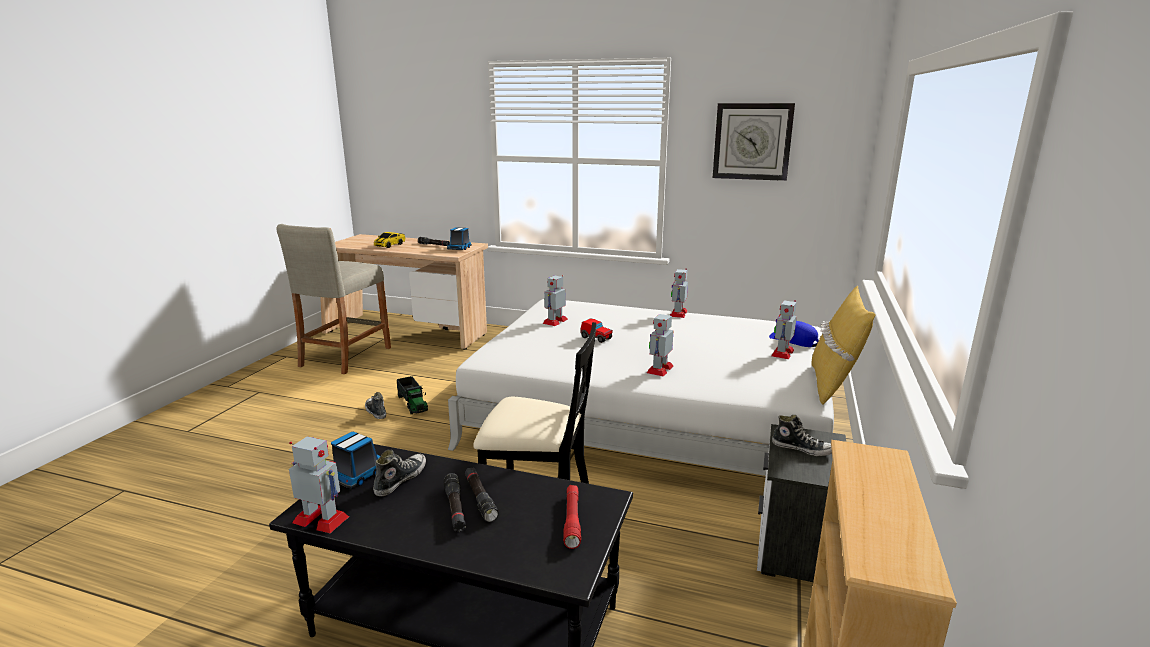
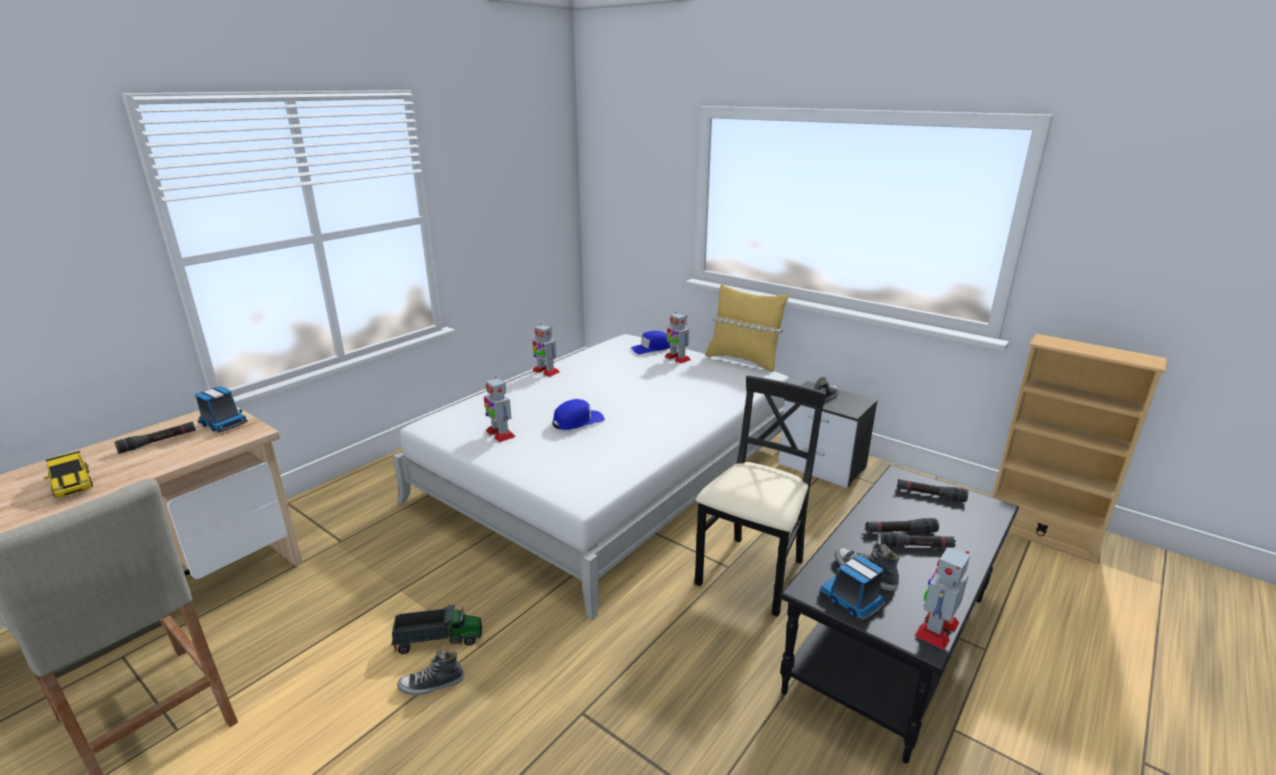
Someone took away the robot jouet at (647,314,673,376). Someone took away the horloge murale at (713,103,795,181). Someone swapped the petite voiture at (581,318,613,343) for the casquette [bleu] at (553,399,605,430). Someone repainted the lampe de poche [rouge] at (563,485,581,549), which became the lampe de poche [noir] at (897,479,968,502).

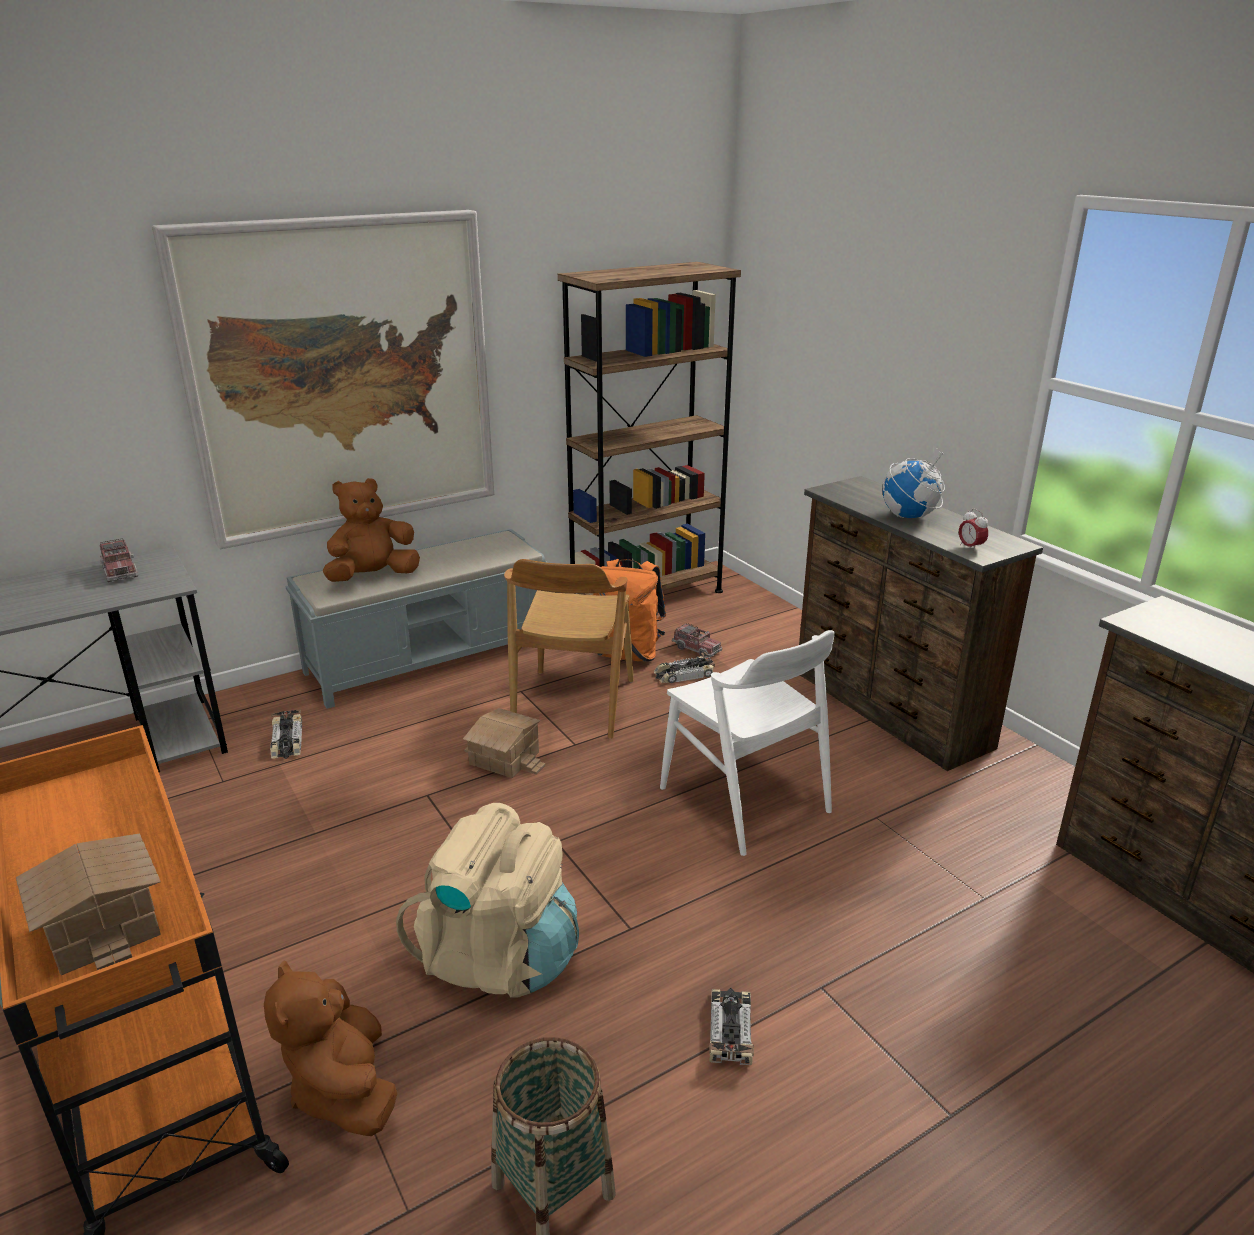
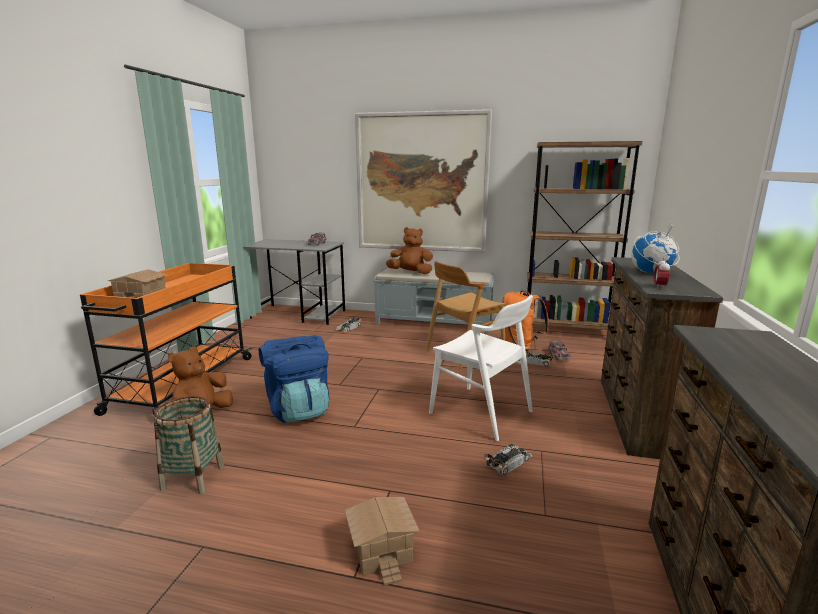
Someone carried the maison miniature from (463,708,545,778) to (345,497,419,586). Someone carried the petite voiture from (709,988,754,1065) to (484,444,533,475). Someone repainted the sac à dos [beige] at (396,803,579,998), which became the sac à dos [bleu] at (259,335,330,423). Someone rotated the chaise [blanc] at (660,630,835,856) by 60 degrees counterclockwise.

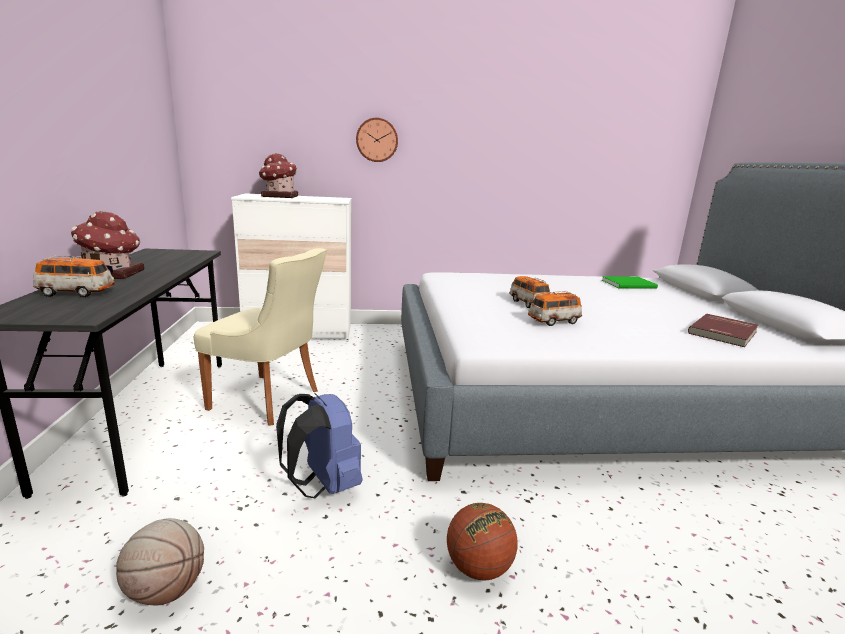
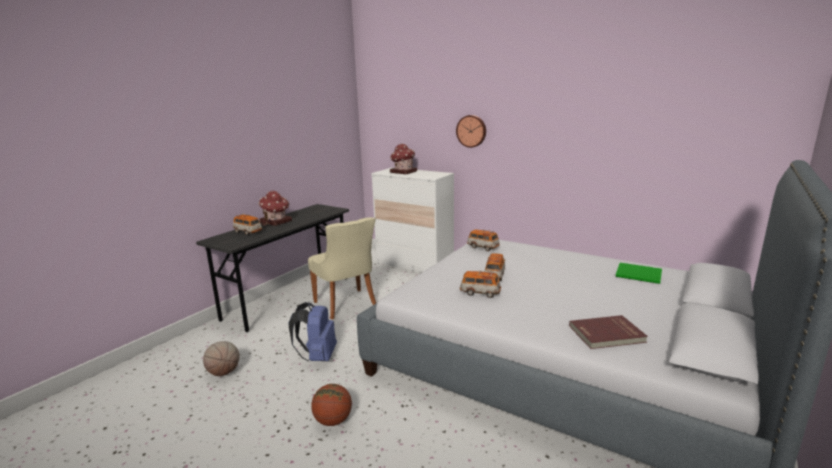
Someone put down the petite voiture at (467,229,500,251).

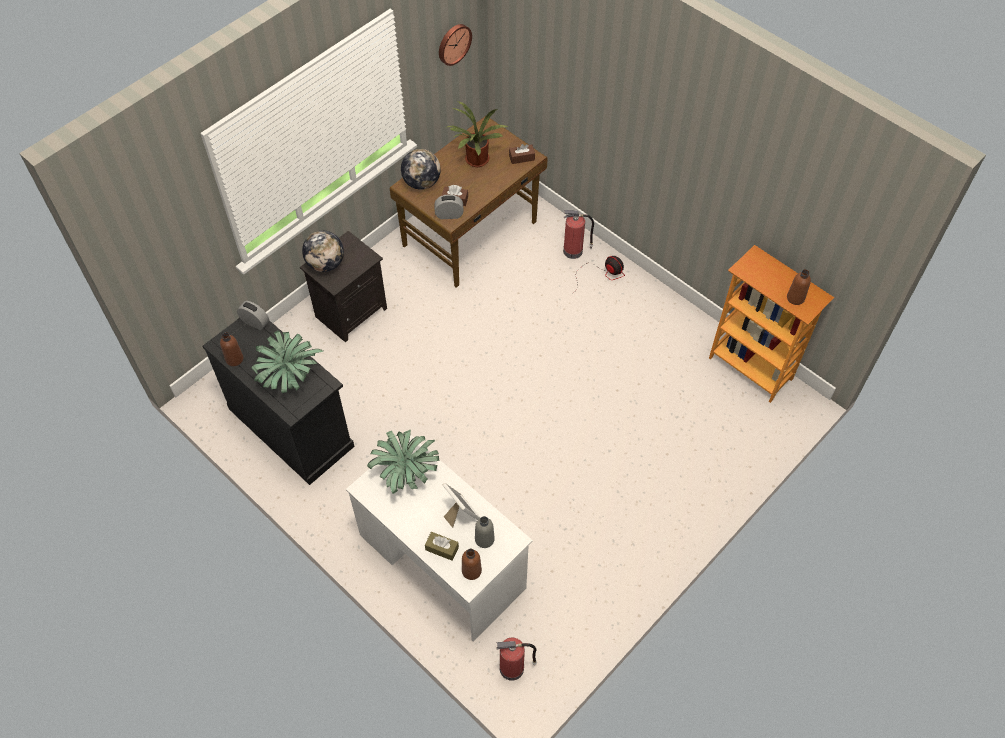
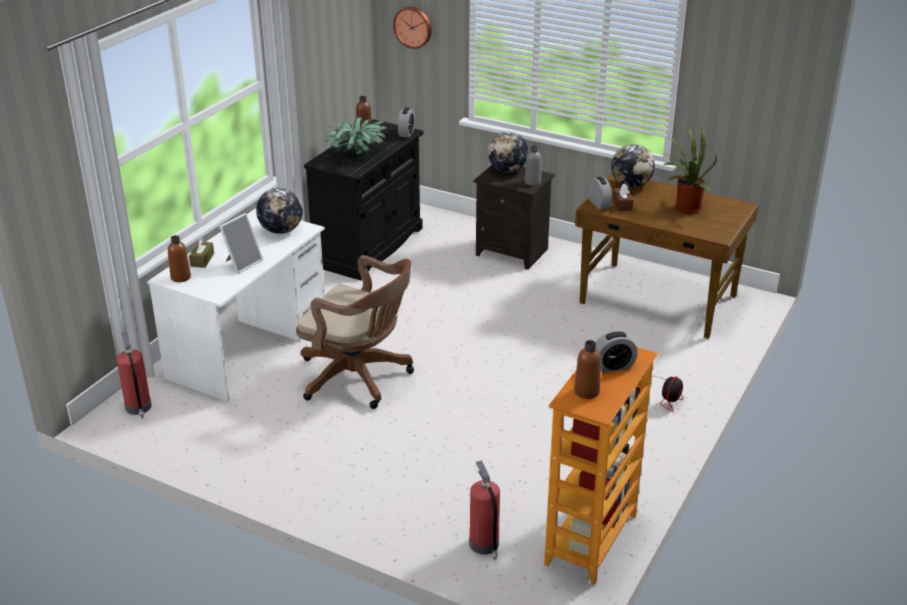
Someone took away the boîte à mouchoirs [marron] at (509,144,535,164). Someone put down the chaise de bureau [marron] at (296,255,414,409). Someone put down the réveil at (596,331,638,373). Someone carried the horloge murale from (439,24,472,66) to (393,7,432,49). Someone carried the bouteille [gris] from (475,516,495,548) to (524,145,541,186). Someone carried the extincteur from (563,210,594,259) to (469,460,500,561). Someone swapped the plante en pot at (367,430,440,494) for the globe at (256,187,303,234).

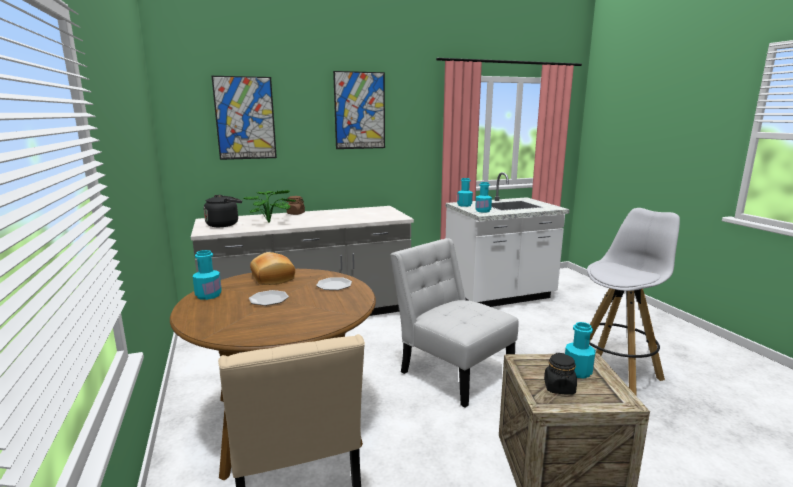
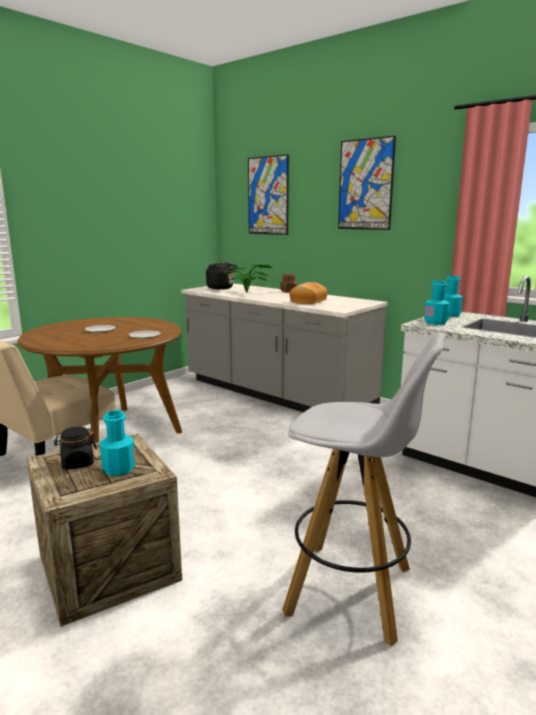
Someone took away the bouteille [turquoise] at (193,250,222,300). Someone took away the chaise [blanc] at (390,238,518,407). Someone carried the pain from (250,252,295,285) to (290,282,328,304).

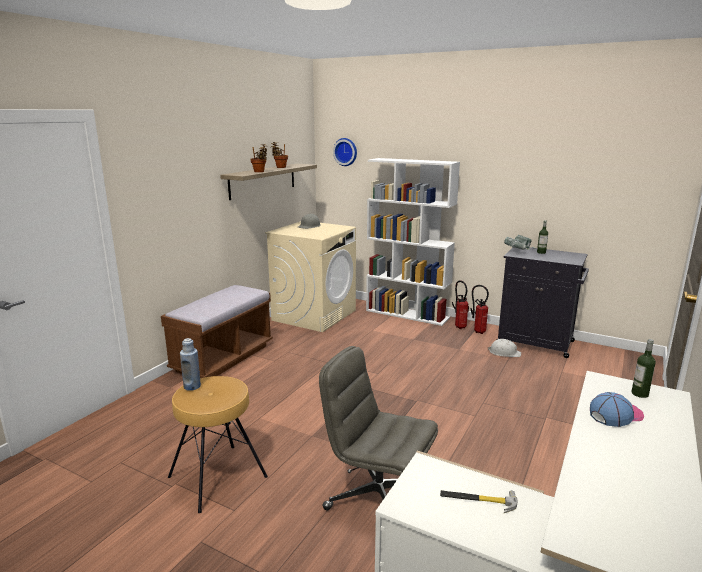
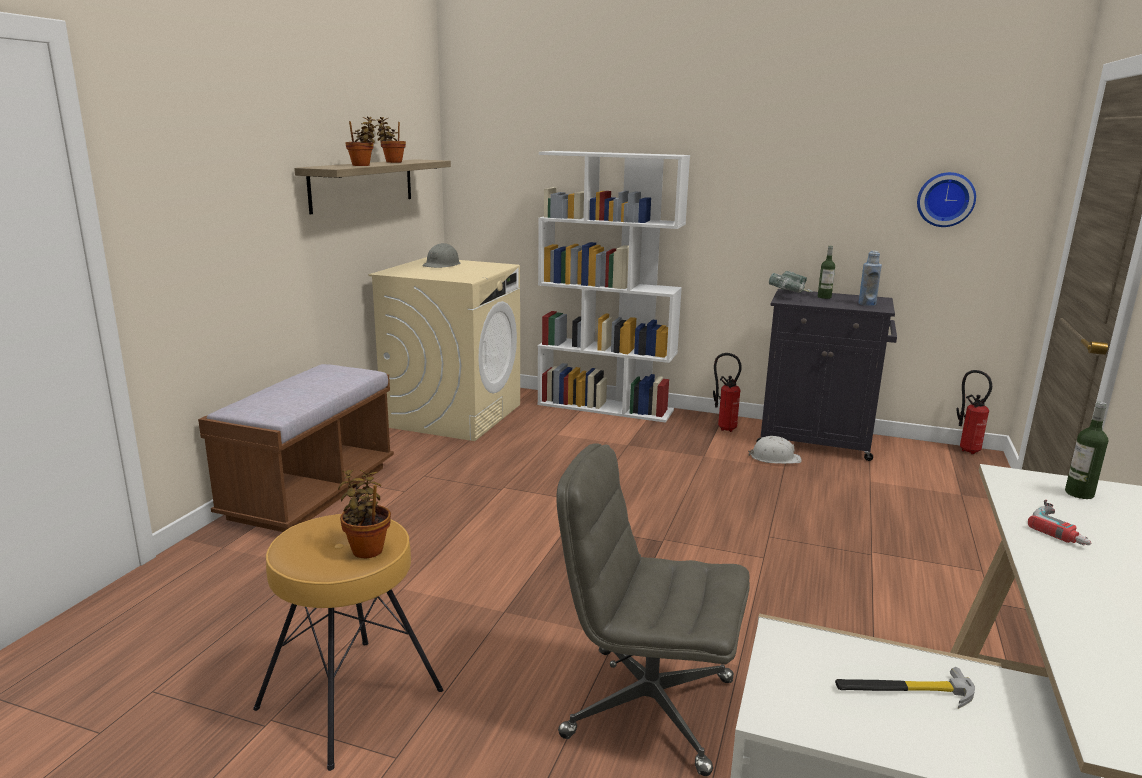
Someone put down the plante en pot at (338,470,391,558). Someone carried the bouteille [bleu] from (180,338,201,391) to (858,251,882,306). Someone carried the horloge murale from (333,138,357,166) to (917,172,976,227). Someone carried the extincteur from (452,280,469,329) to (957,370,992,454). Someone swapped the casquette at (590,392,644,427) for the perceuse at (1028,500,1091,545).

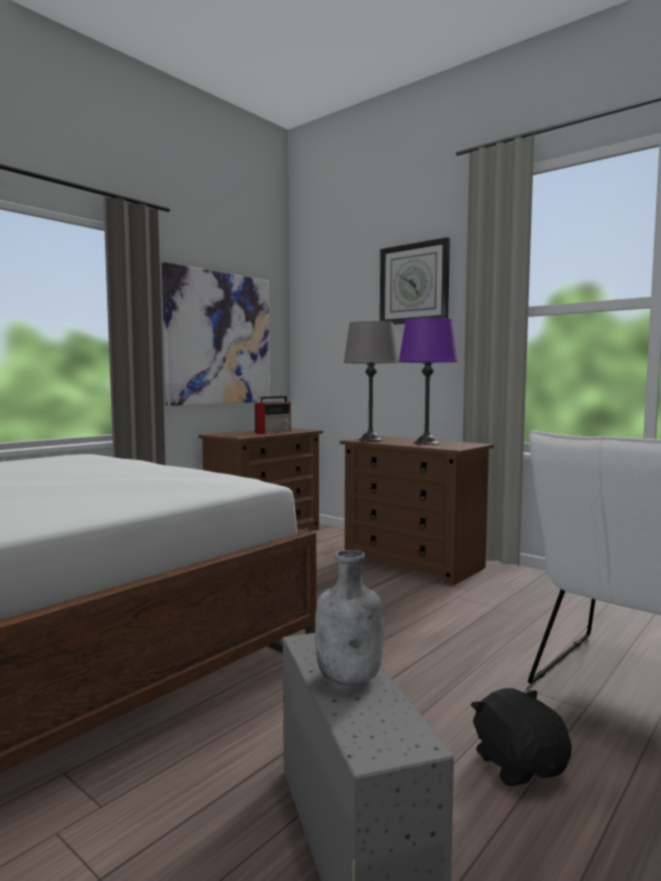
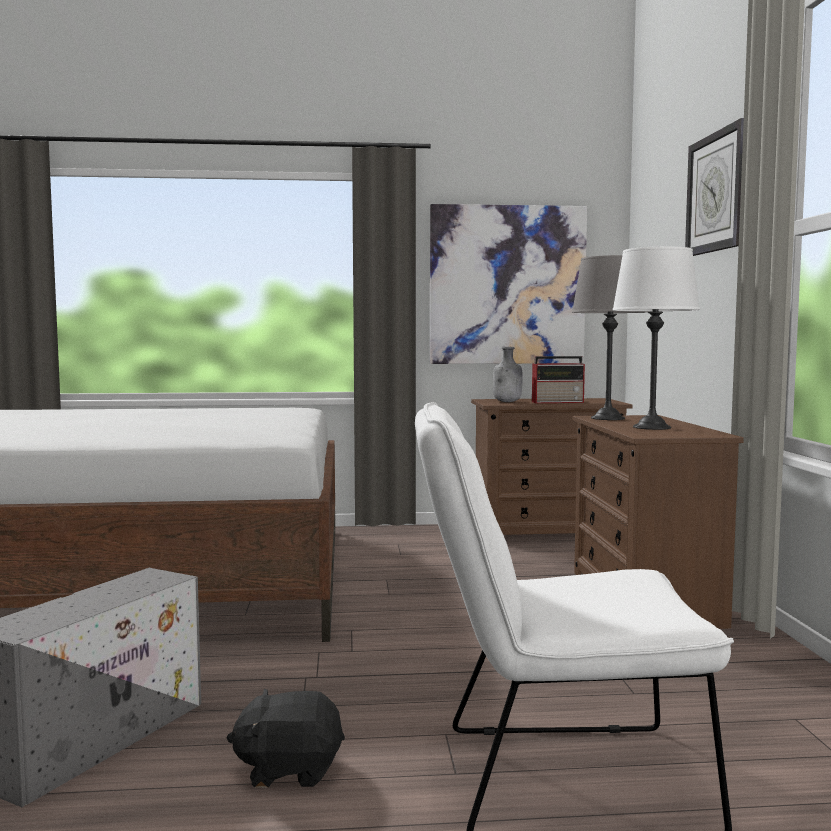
Someone carried the bouteille [gris] from (315,550,384,685) to (493,347,523,402). Someone repainted the lampe de table [violet] at (399,318,458,445), which became the lampe de table [blanc] at (612,247,700,430). Someone rotated the peluche [noir] at (471,688,572,786) by 120 degrees counterclockwise.

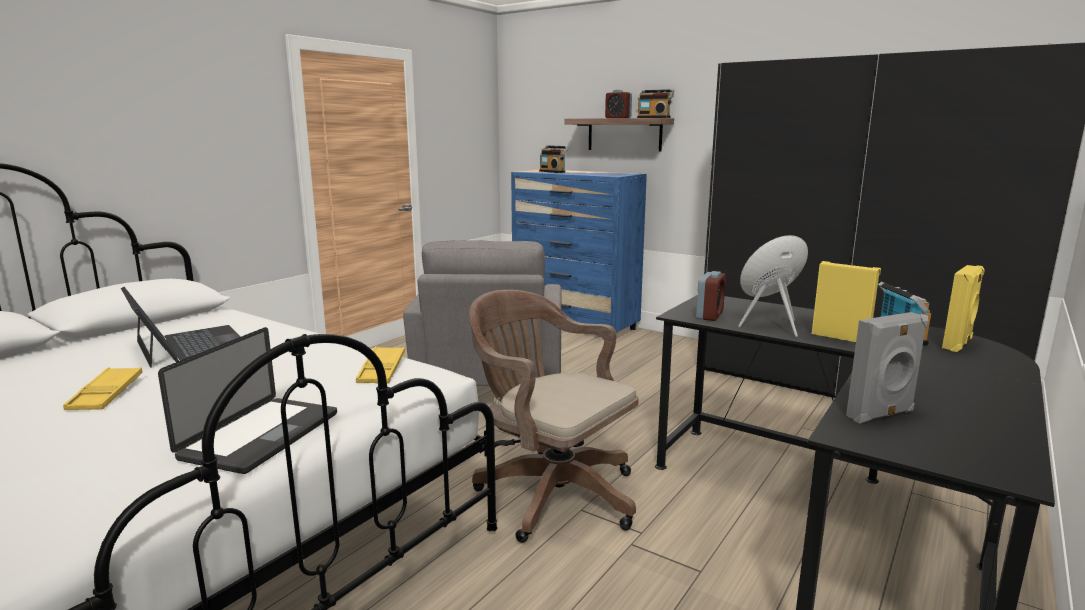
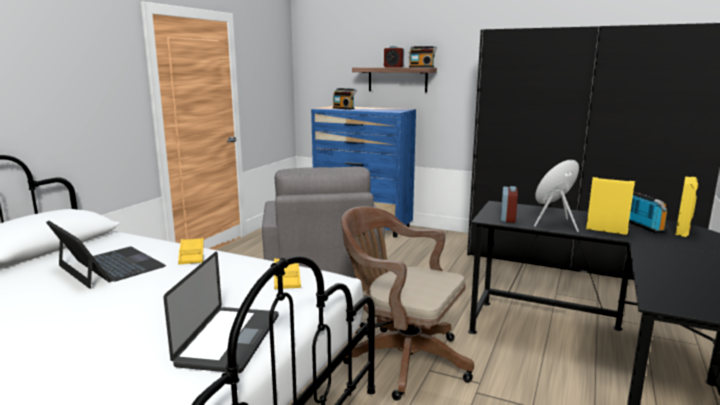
Someone took away the enceinte [gris] at (846,312,928,424). Someone carried the plateau [jaune] from (63,367,142,410) to (178,238,204,265).

